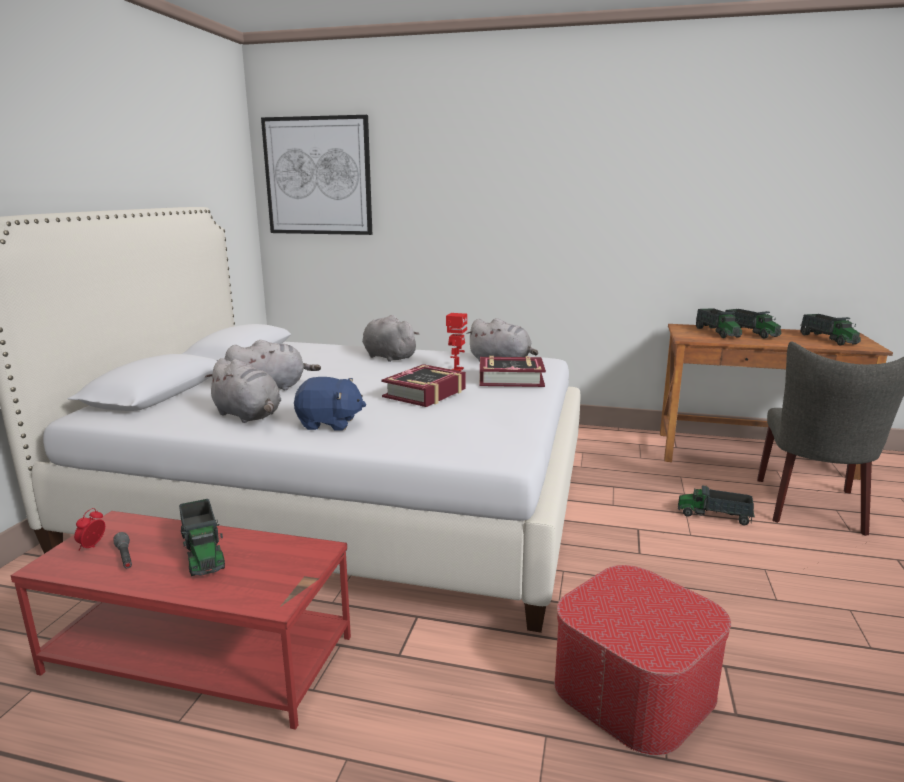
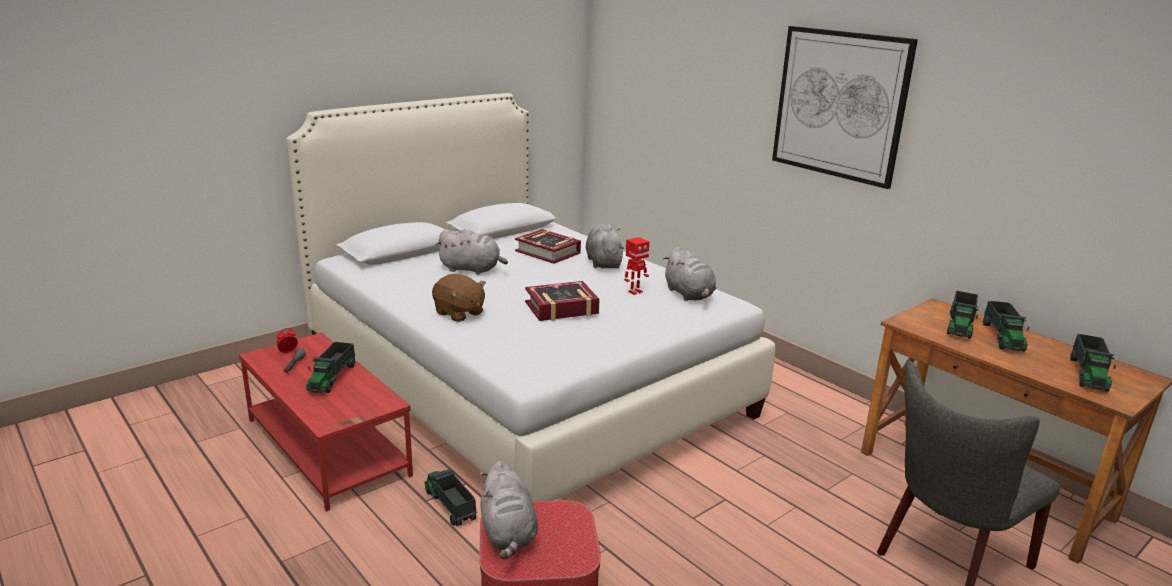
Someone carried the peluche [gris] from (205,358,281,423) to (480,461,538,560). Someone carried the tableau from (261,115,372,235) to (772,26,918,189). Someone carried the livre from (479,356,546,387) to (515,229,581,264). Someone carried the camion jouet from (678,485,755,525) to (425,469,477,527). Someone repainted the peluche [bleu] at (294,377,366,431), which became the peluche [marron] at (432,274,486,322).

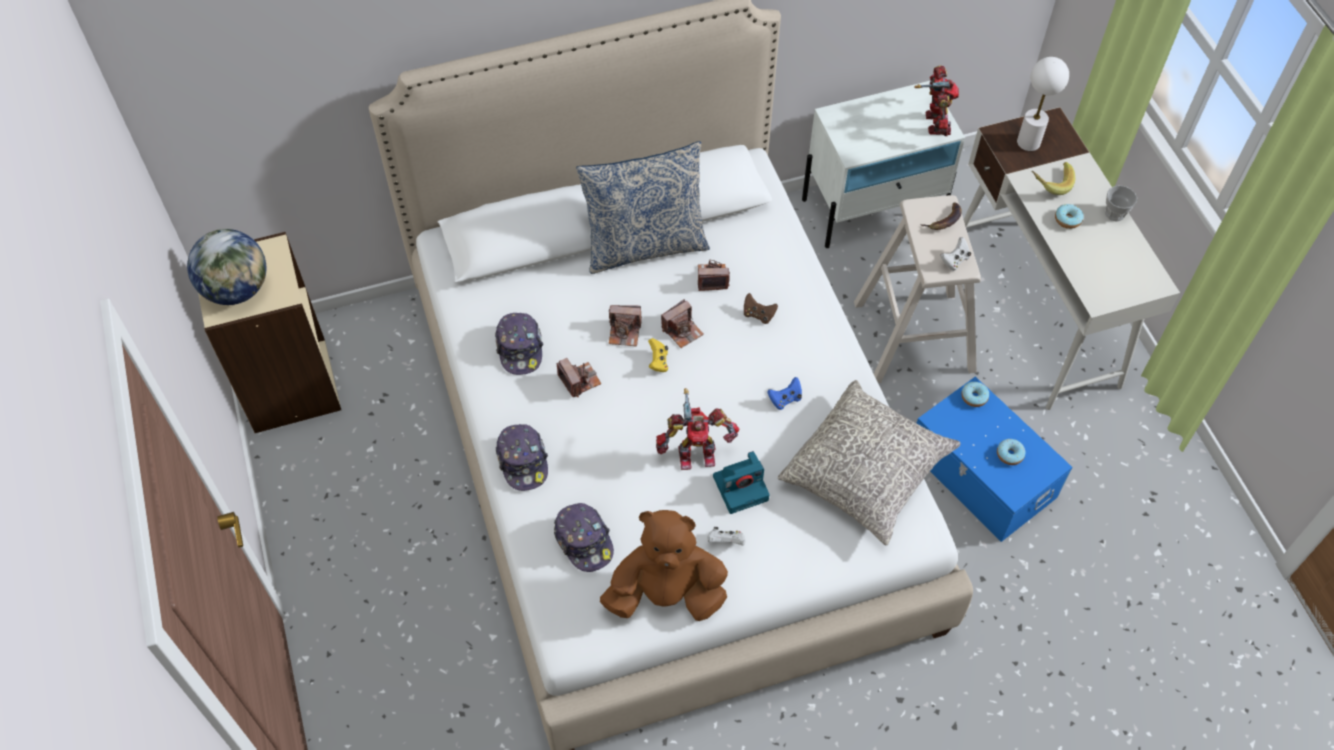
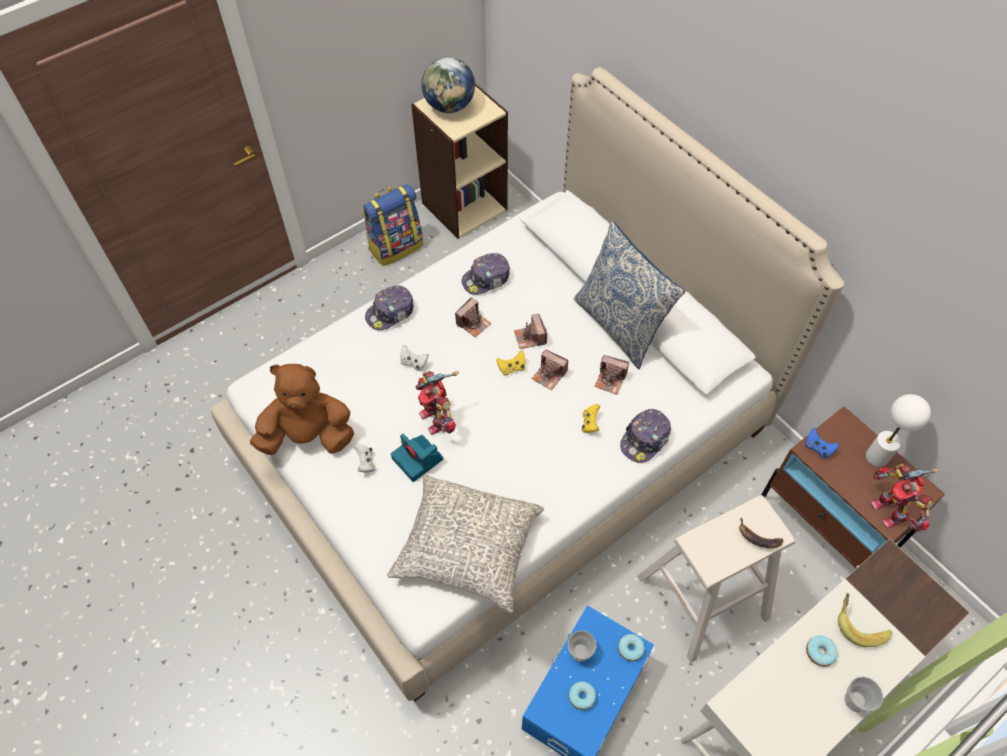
Someone put down the sac à dos at (362,184,423,266). Someone put down the tasse at (568,631,596,661). Someone carried the casquette from (554,503,614,572) to (620,409,671,463). Someone carried the manette [bleu] from (767,377,802,410) to (805,428,839,459). Someone carried the manette [blanc] from (940,237,971,271) to (400,345,429,371). Someone carried the lampe de table [blanc] from (1017,57,1069,151) to (866,394,931,467). Someone repainted the manette [marron] at (744,293,778,324), which became the manette [jaune] at (582,404,601,433). Someone repainted the table de chevet [blanc] at (802,80,965,248), which became the table de chevet [marron] at (761,407,945,567). Someone rotated the peluche [marron] at (600,510,728,621) by 75 degrees counterclockwise. Someone rotated the appareil photo at (698,260,730,291) by 135 degrees clockwise. Someone rotated the robot jouet at (914,65,959,136) by 90 degrees clockwise.

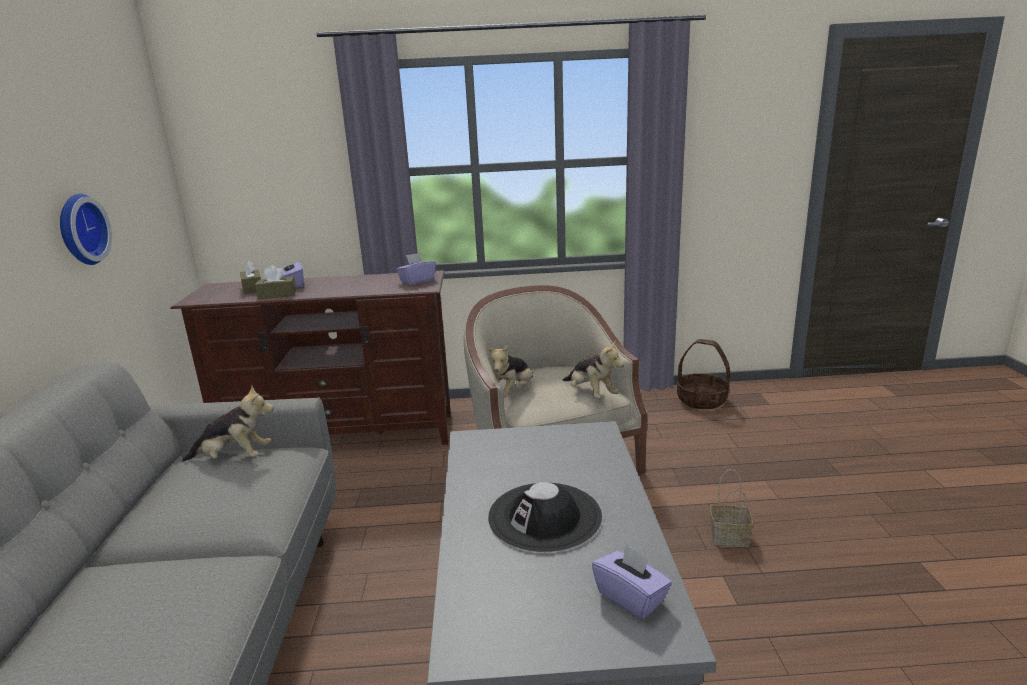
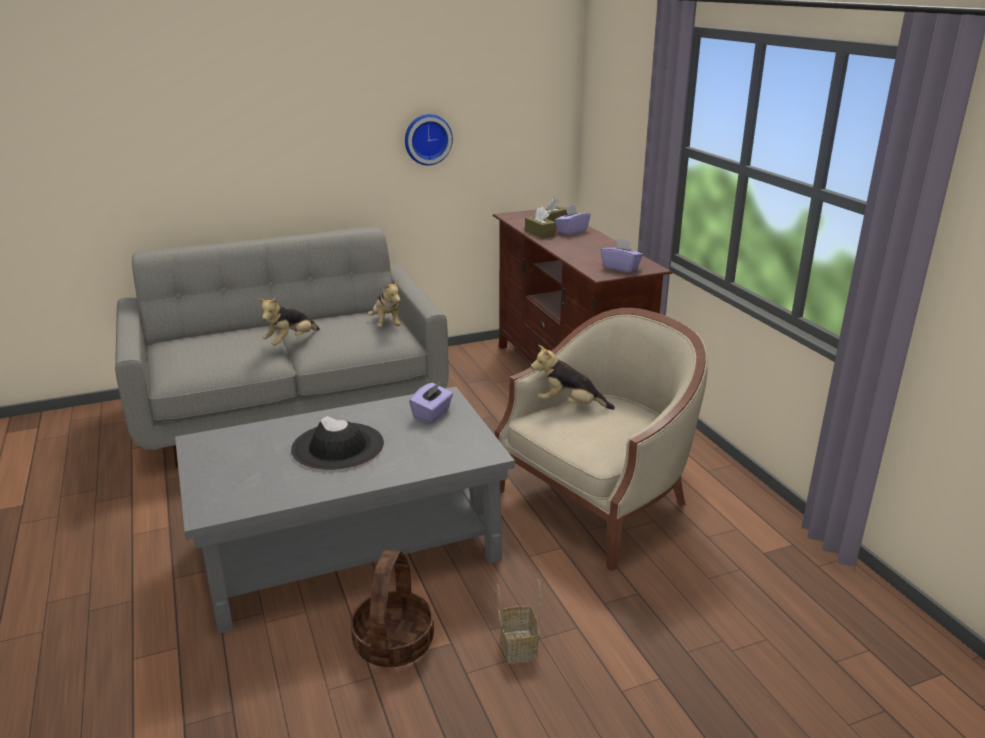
Someone carried the peluche from (563,340,624,398) to (258,297,320,345). Someone carried the boîte à mouchoirs [violet] from (592,544,672,619) to (409,382,453,422). Someone carried the panier from (677,339,730,409) to (351,550,434,667).

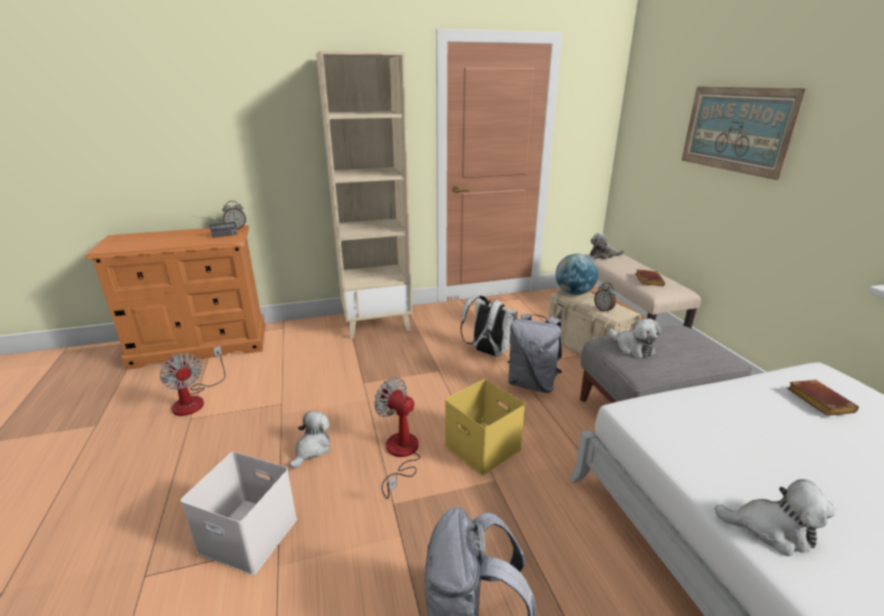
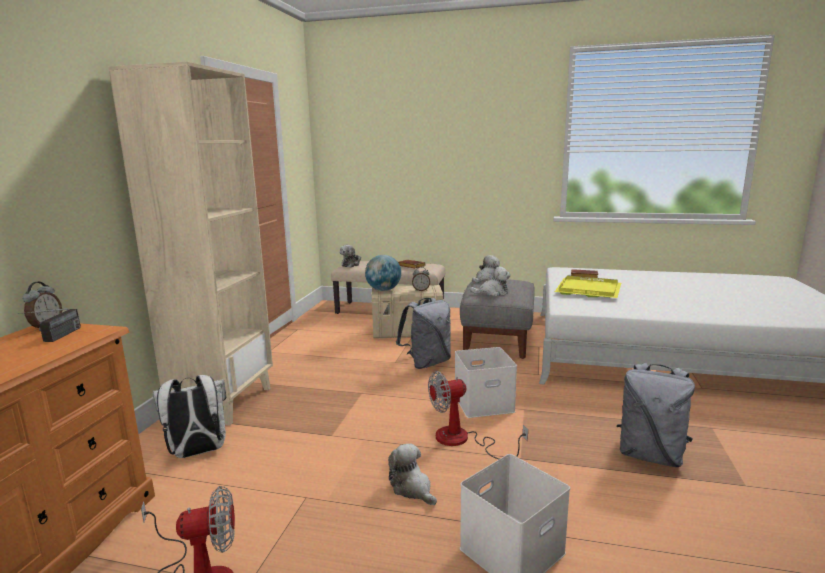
Someone took away the tableau at (682,86,808,180). Someone put down the plateau [jaune] at (555,275,621,298). Someone carried the sac à dos [blanc] from (460,295,518,357) to (153,375,226,458). Someone carried the peluche from (715,479,835,556) to (472,255,500,283). Someone repainted the boîte de rangement [jaune] at (445,379,525,475), which became the boîte de rangement [blanc] at (455,347,517,418).

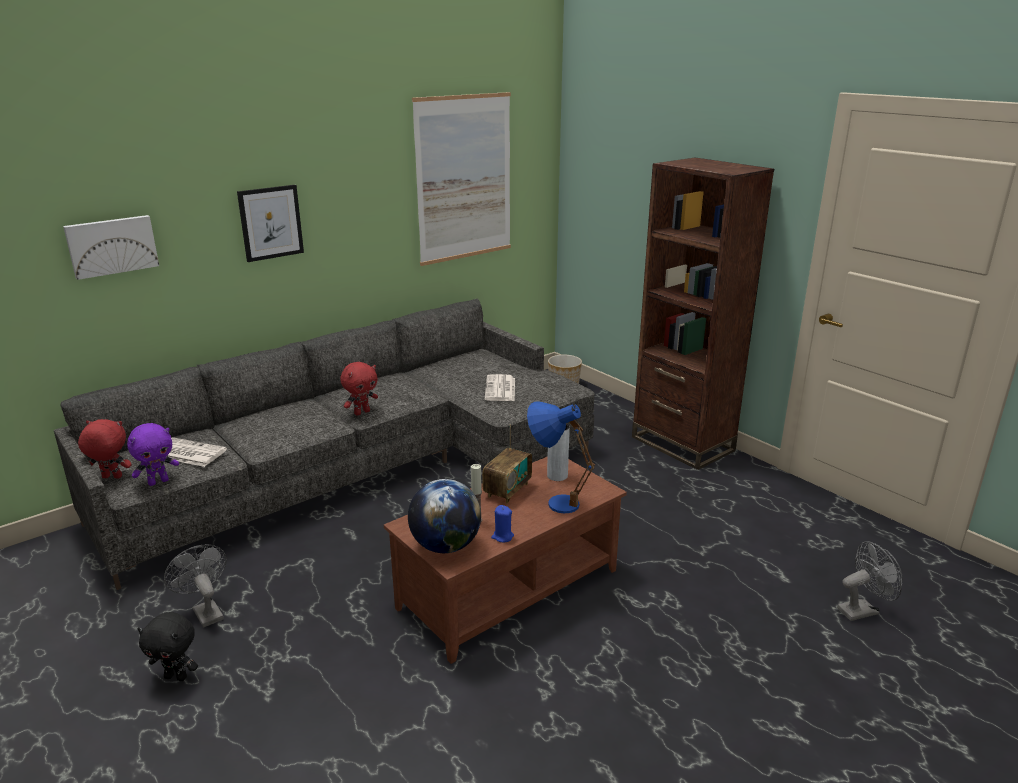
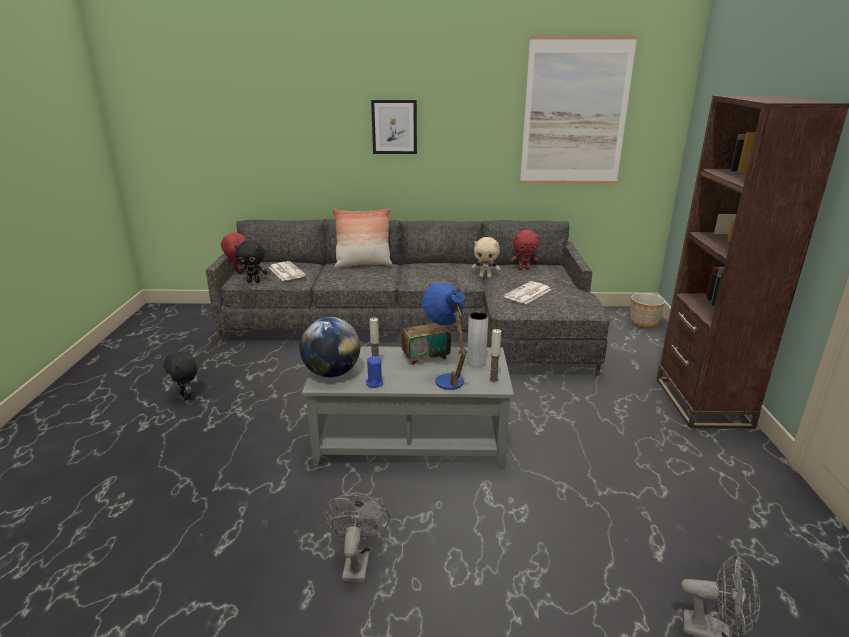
Someone took away the tableau at (63,215,159,280). Someone put down the coussin at (333,208,393,268). Someone put down the peluche [beige] at (471,237,500,278). Someone put down the bougie at (489,329,501,382). Someone carried the ventilateur [gris] from (164,544,227,628) to (323,492,390,582). Someone carried the peluche [rouge] from (340,362,378,416) to (510,230,539,270). Someone repainted the peluche [violet] at (127,423,179,486), which became the peluche [noir] at (235,240,268,283). Someone repainted the table basse [marron] at (384,456,627,664), which became the table basse [gris] at (302,346,514,468).

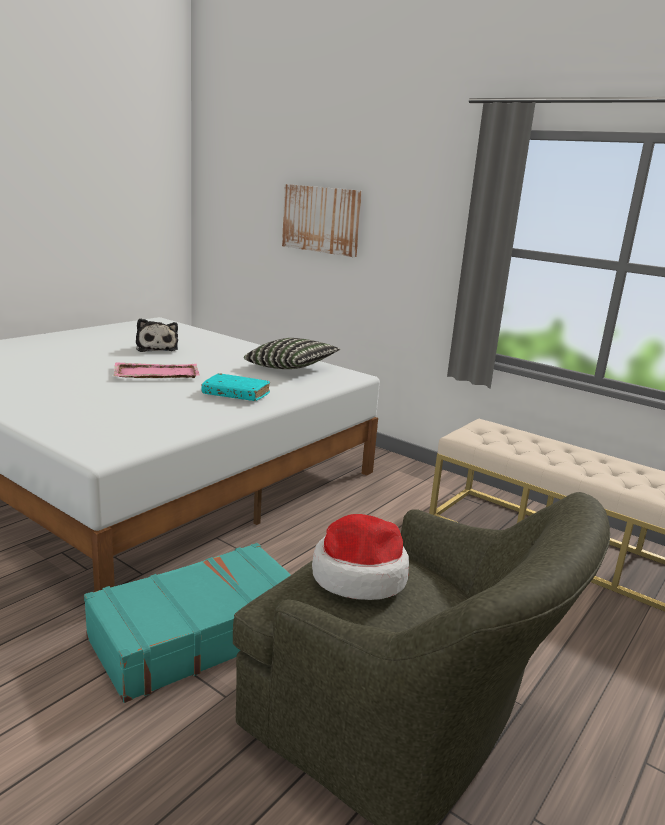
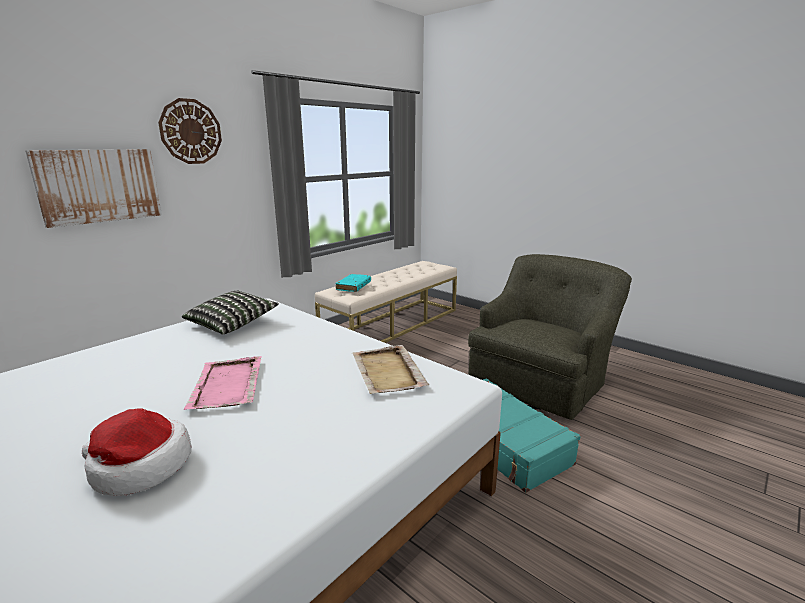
Someone took away the peluche at (136,318,178,352). Someone put up the horloge murale at (158,98,222,164). Someone put down the plateau [beige] at (352,345,429,394). Someone carried the livre [turquoise] from (201,373,270,401) to (336,274,371,292). Someone carried the chapeau from (312,514,409,600) to (82,408,192,496).

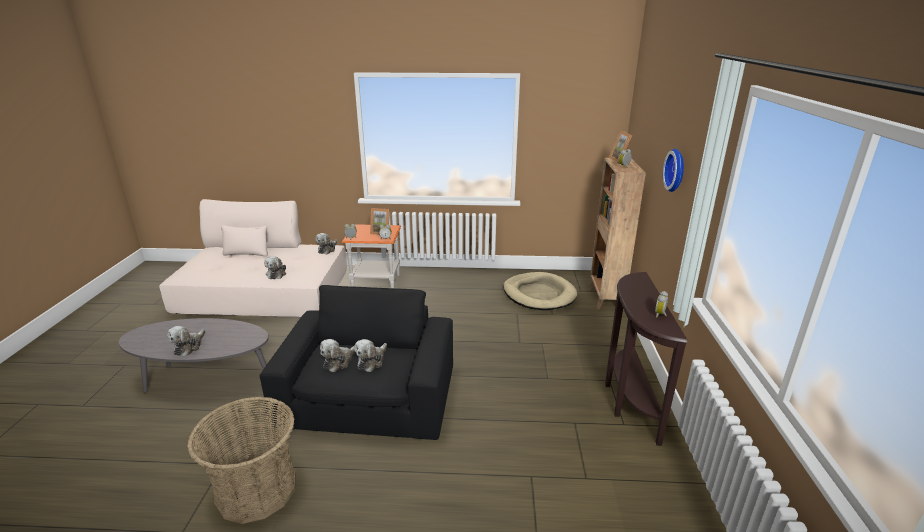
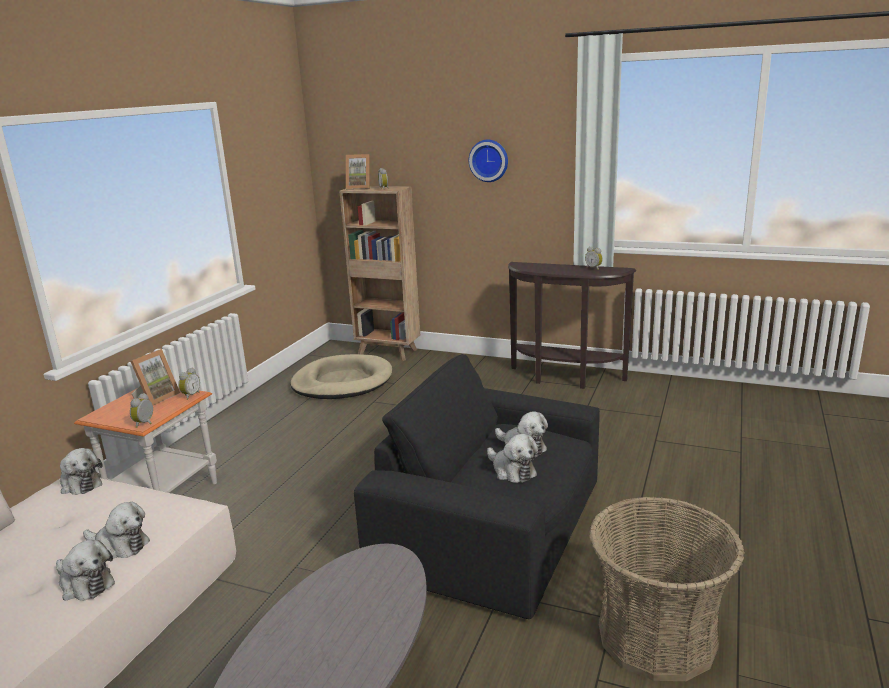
Someone carried the peluche from (168,326,205,356) to (56,540,115,601).

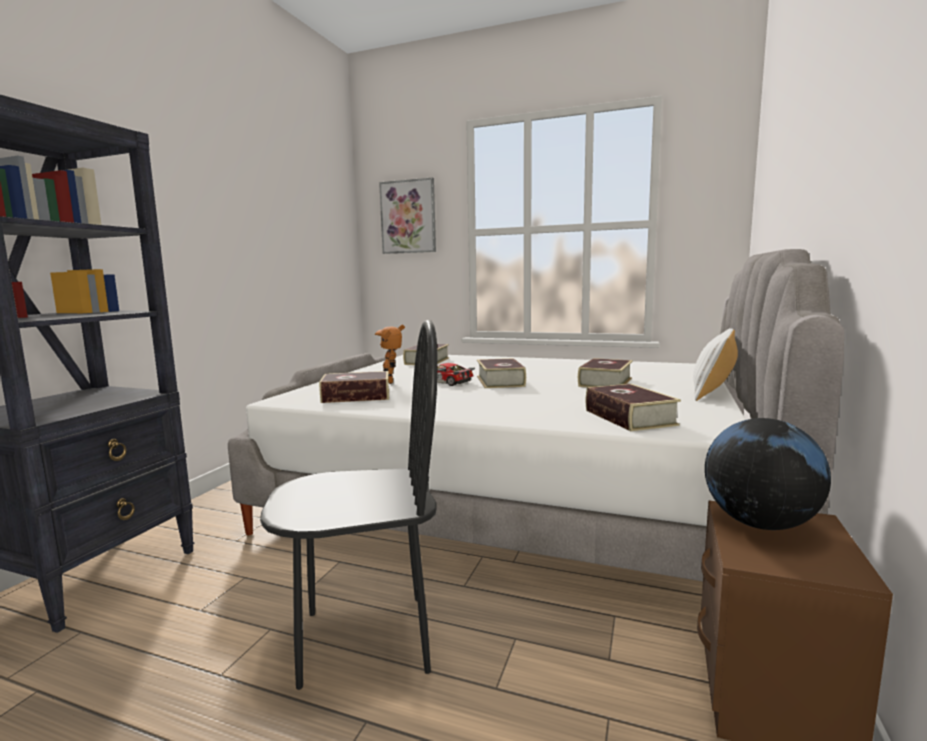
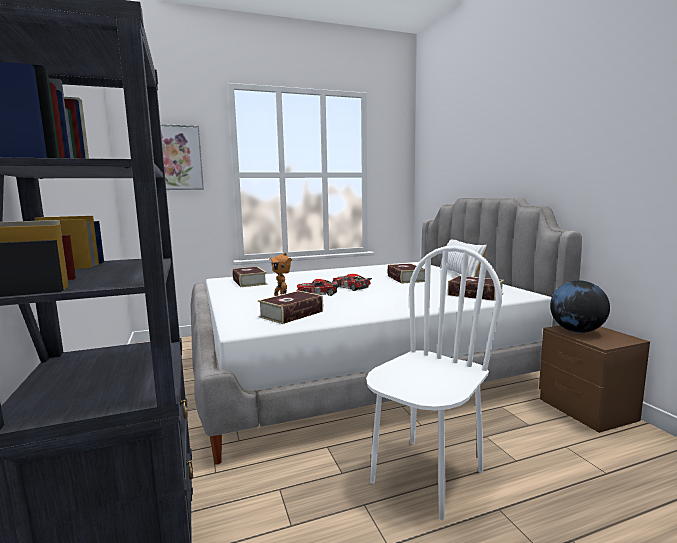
Someone swapped the livre at (477,358,526,388) for the petite voiture at (333,274,372,291). Someone repainted the chaise [noir] at (260,320,438,690), which became the chaise [blanc] at (366,246,502,520).

